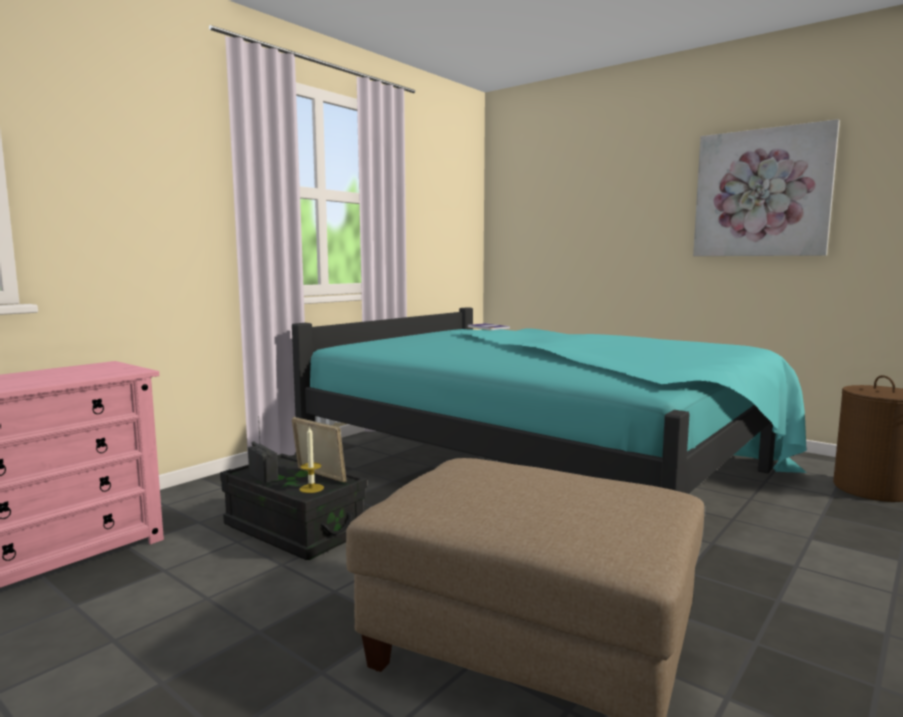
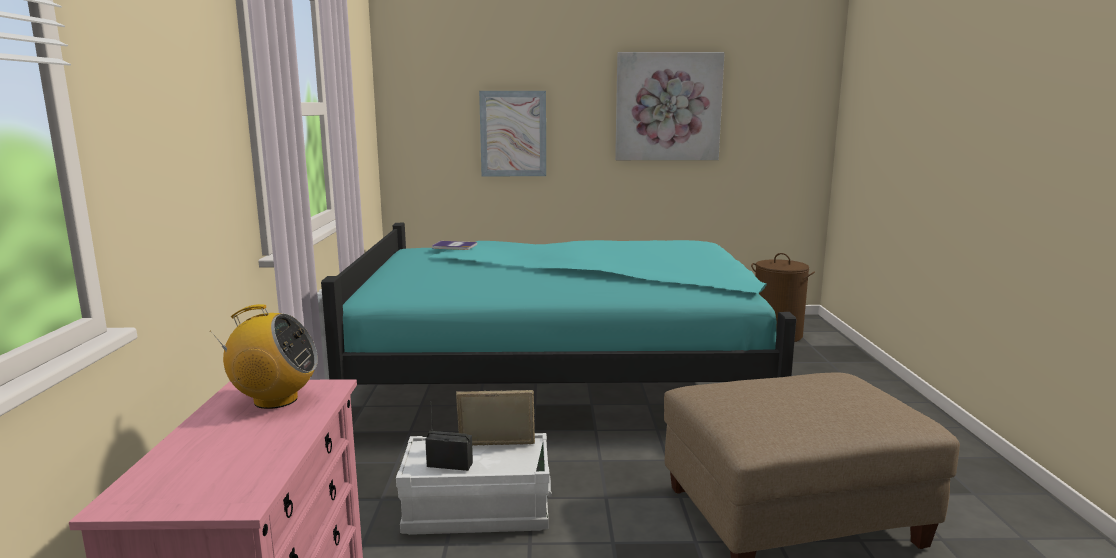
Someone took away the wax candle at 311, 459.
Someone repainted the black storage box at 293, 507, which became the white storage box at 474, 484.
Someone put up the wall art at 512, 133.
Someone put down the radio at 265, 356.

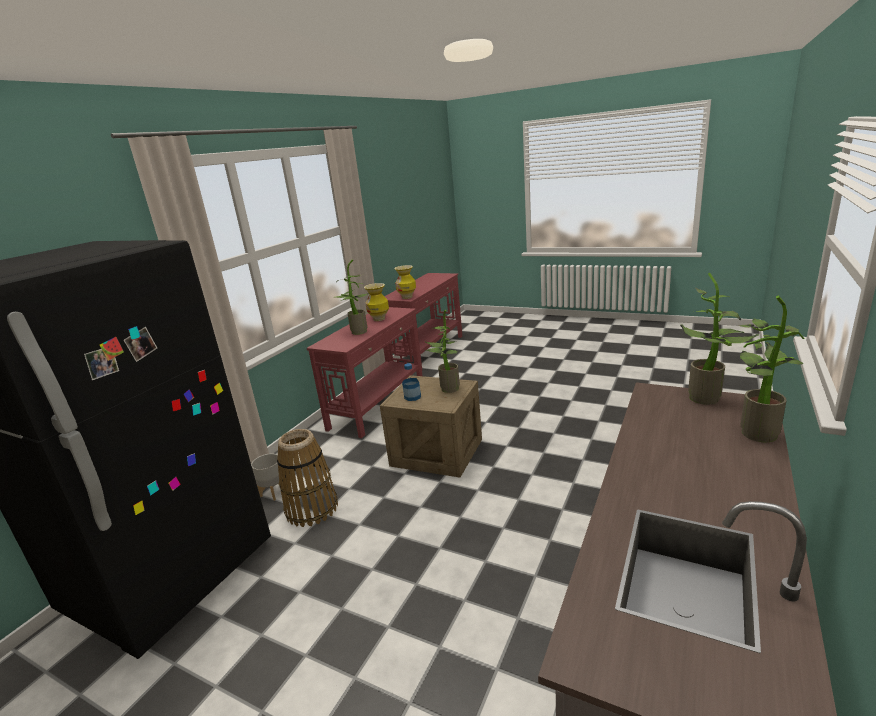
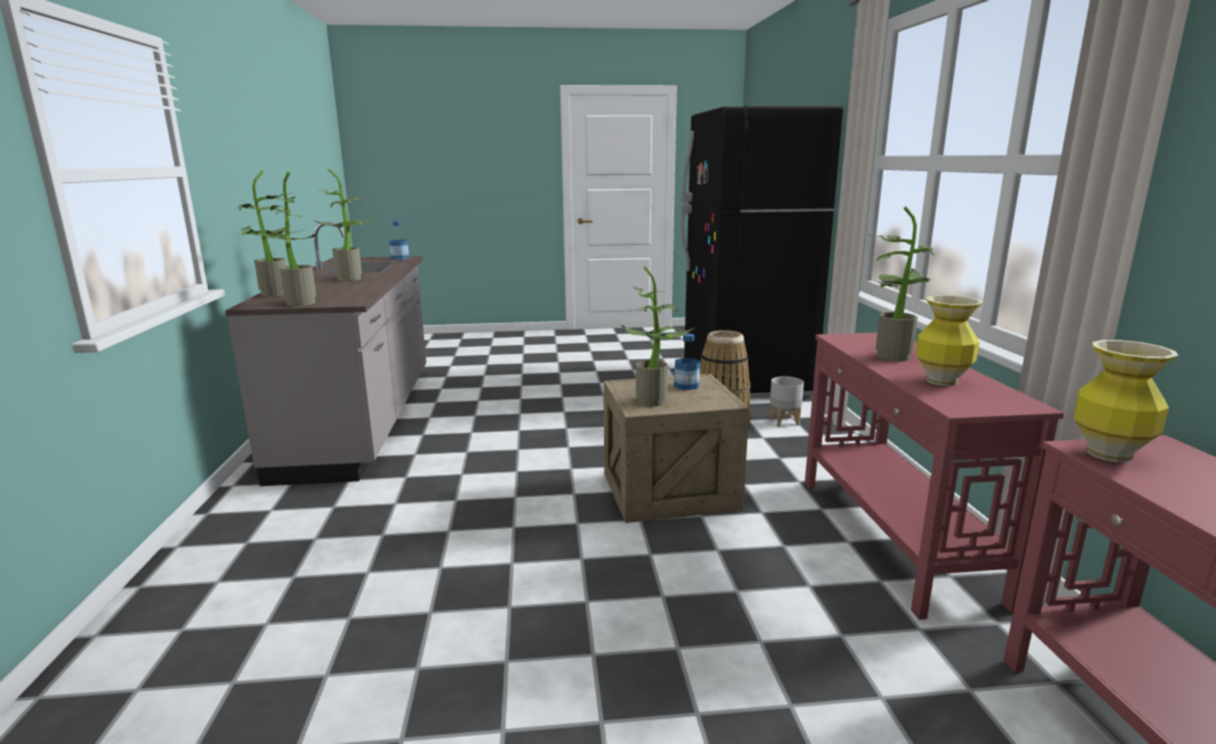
Someone put down the plant in a pot at 344, 225.
Someone put down the drink bottle at 399, 240.

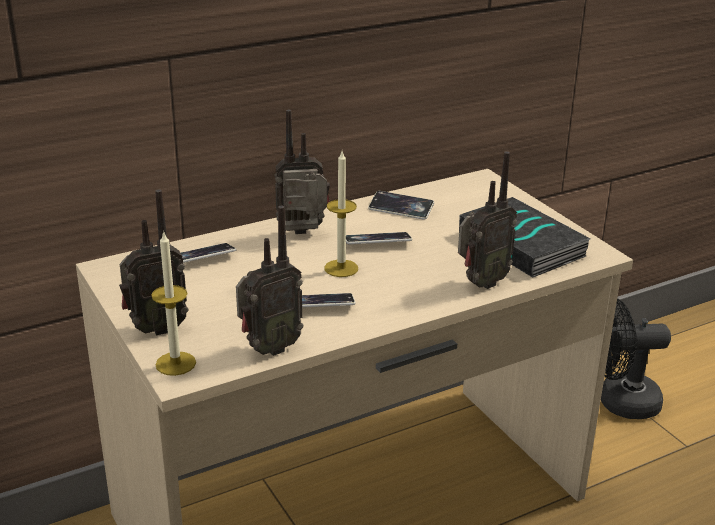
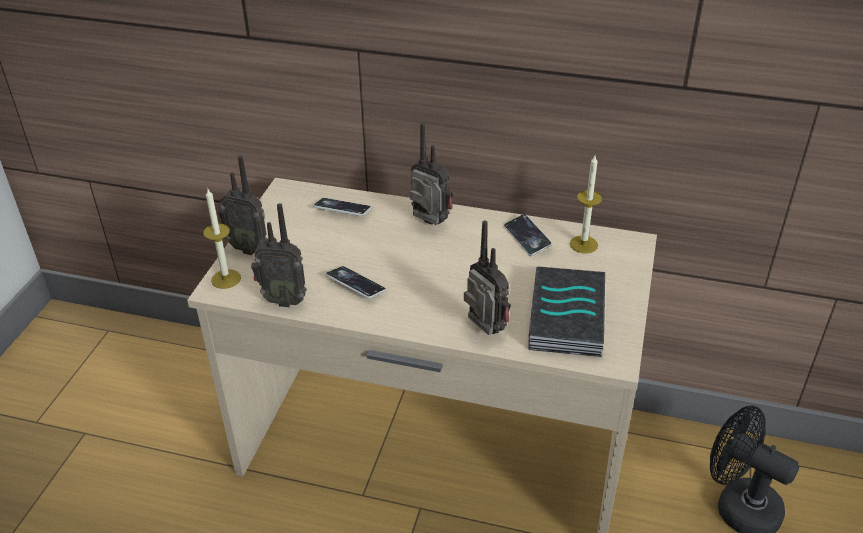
Someone carried the wax candle from 341, 214 to 586, 204.
Someone rotated the radio at 487, 220 by 135 degrees counterclockwise.
Someone took away the phone at 379, 238.

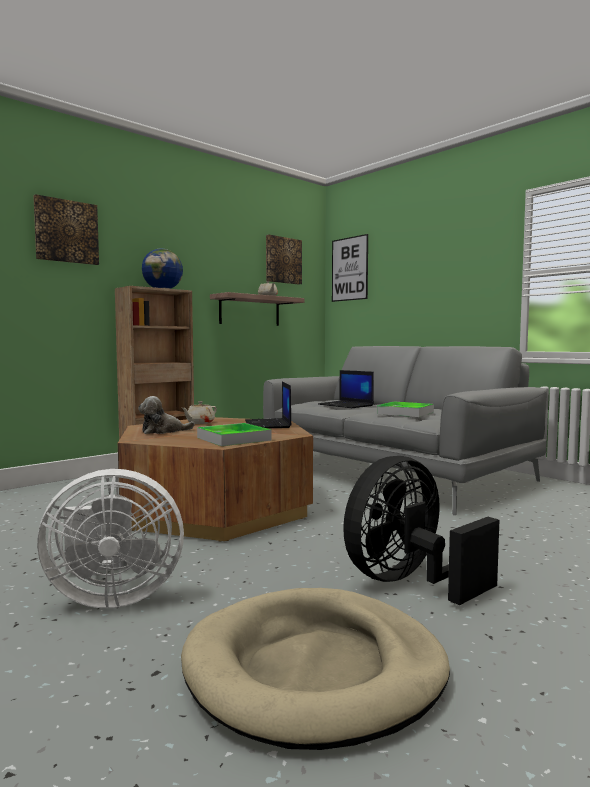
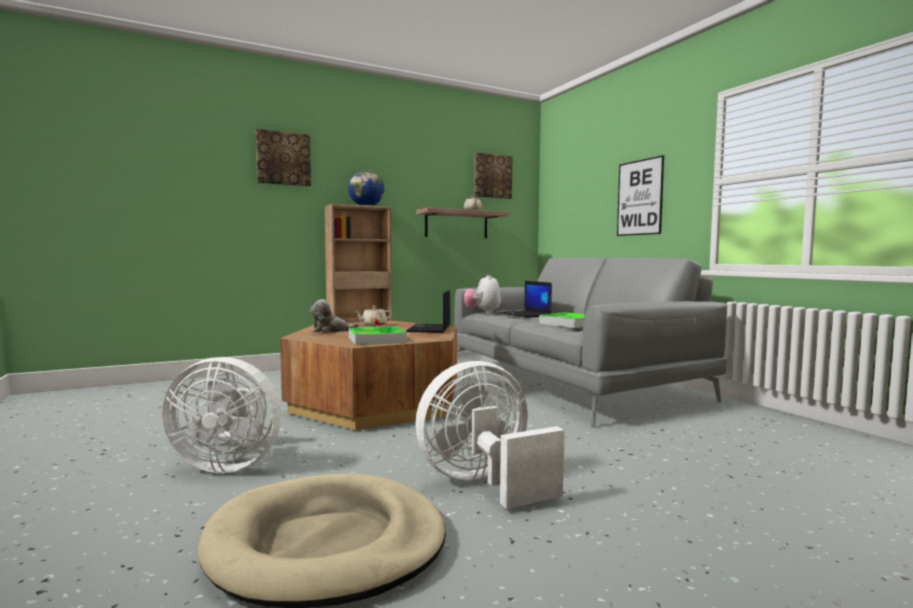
Someone carried the wall art from 350, 268 to 640, 195.
Someone repainted the black electric fan at 421, 530, which became the white electric fan at 490, 435.
Someone put down the plush toy at 482, 294.

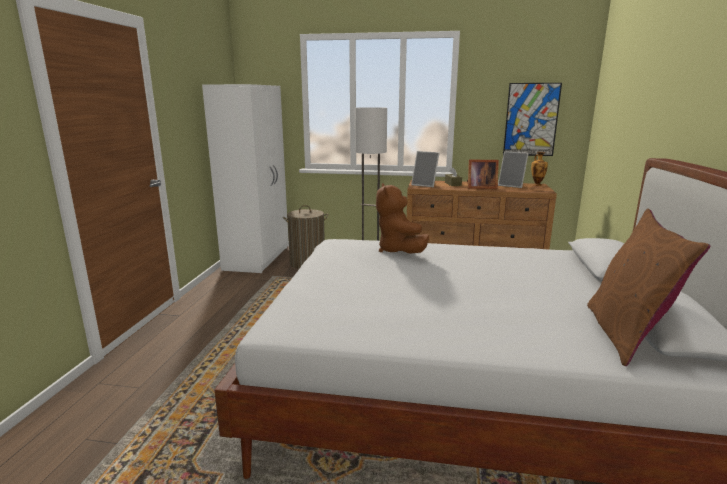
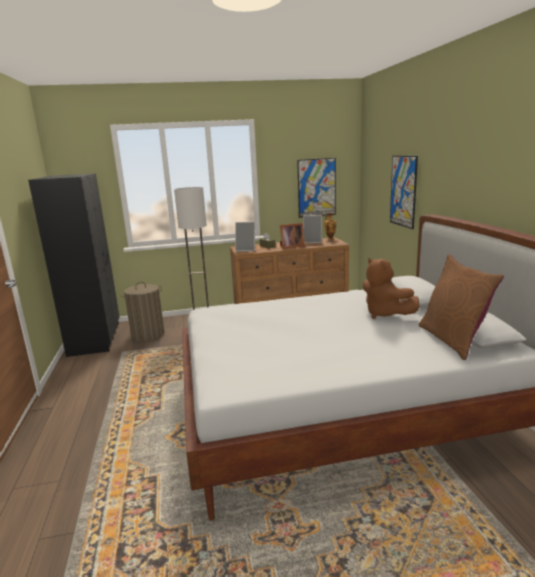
Someone repainted the white wardrobe at 245, 178, which became the black wardrobe at 74, 265.
Someone carried the brown-coloured plush toy from 402, 218 to 391, 288.
Someone put up the wall art at 404, 192.

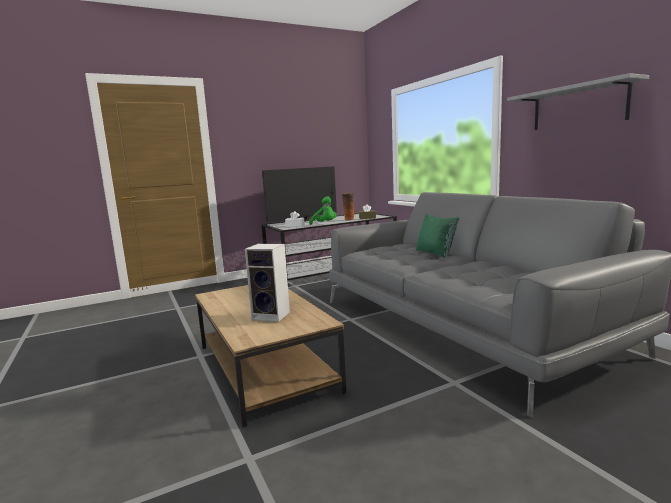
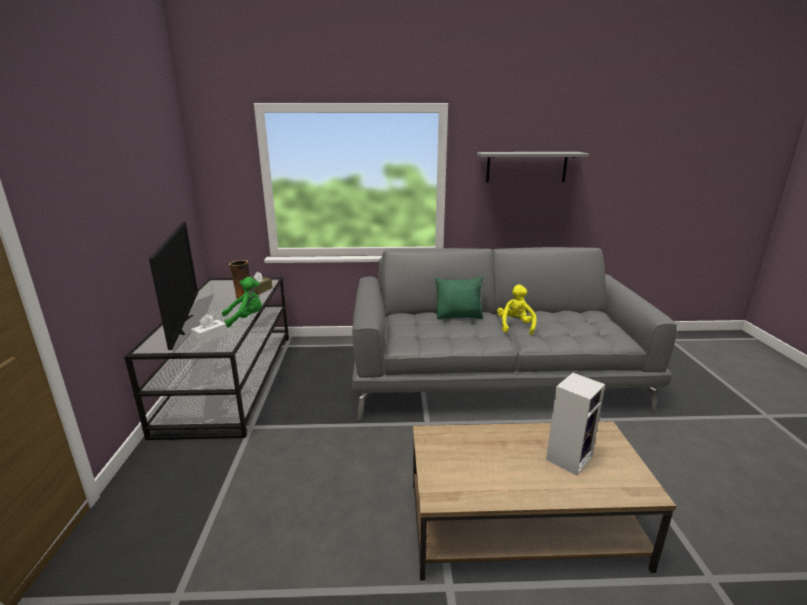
Someone put down the yellow plush toy at 517, 309.

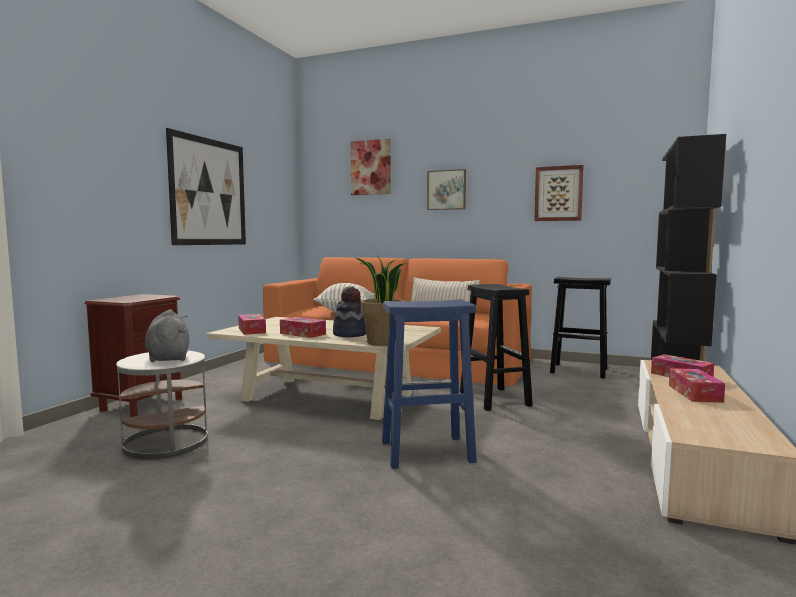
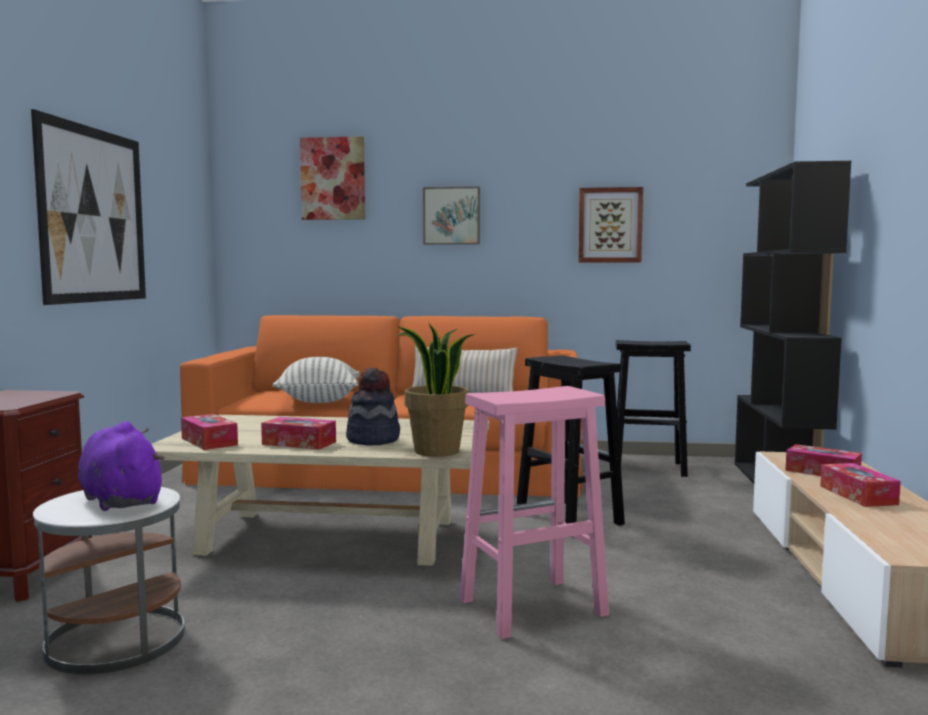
Someone repainted the bluish stool seat at 429, 384, which became the pink-coloured stool seat at 534, 512.
Someone repainted the grey plush toy at 167, 335, which became the purplish plush toy at 121, 466.

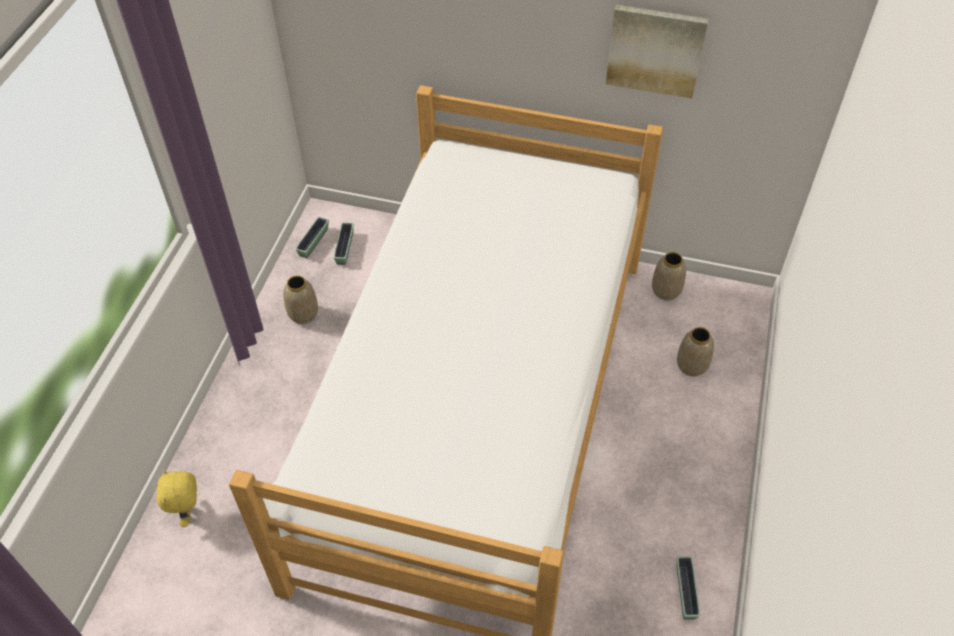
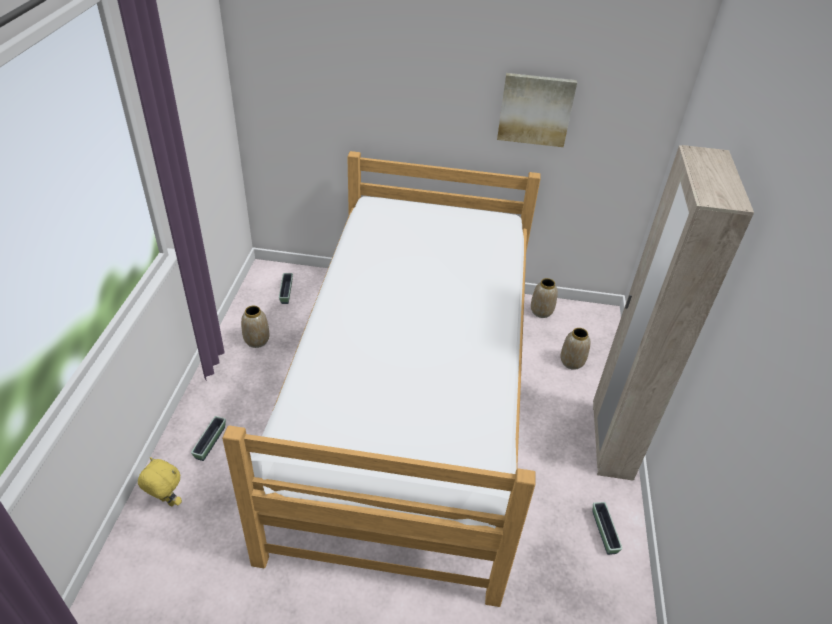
Someone carried the planter from 312, 237 to 208, 438.
Someone rotated the yellow plush toy at 177, 498 by 135 degrees clockwise.
Someone put down the sand-coloured wardrobe at 673, 313.

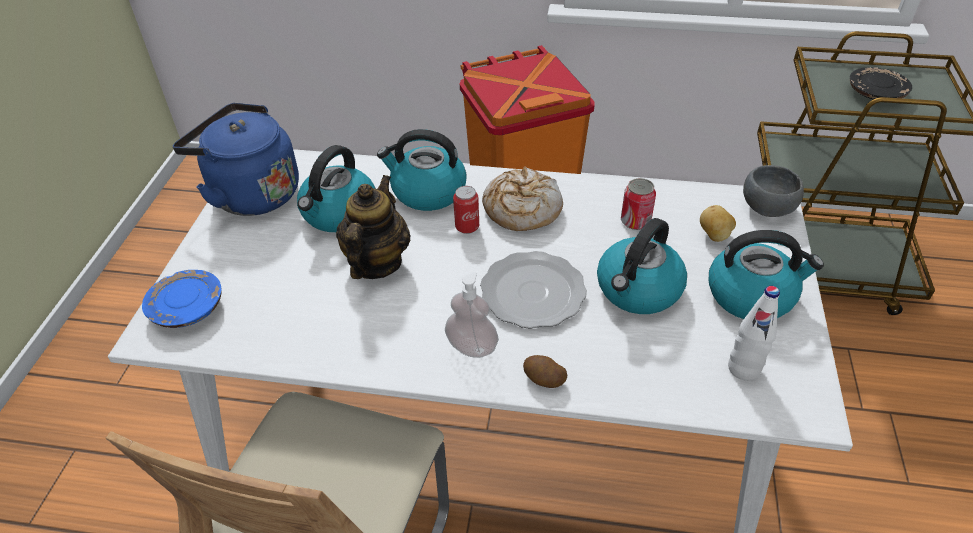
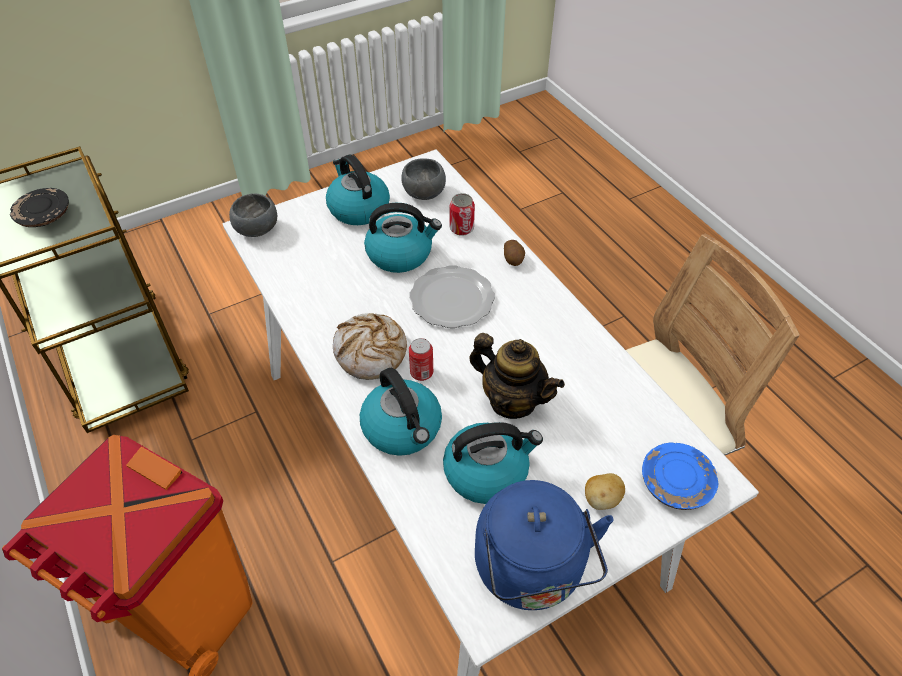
Someone rotated the pot for tea at 373, 227 by 120 degrees counterclockwise.
Someone carried the can from 638, 204 to 462, 214.
Someone carried the spud from 718, 223 to 605, 491.
Someone took away the soap dispenser at 472, 315.
Someone swapped the white drink bottle at 754, 333 for the grey serving bowl at 423, 179.

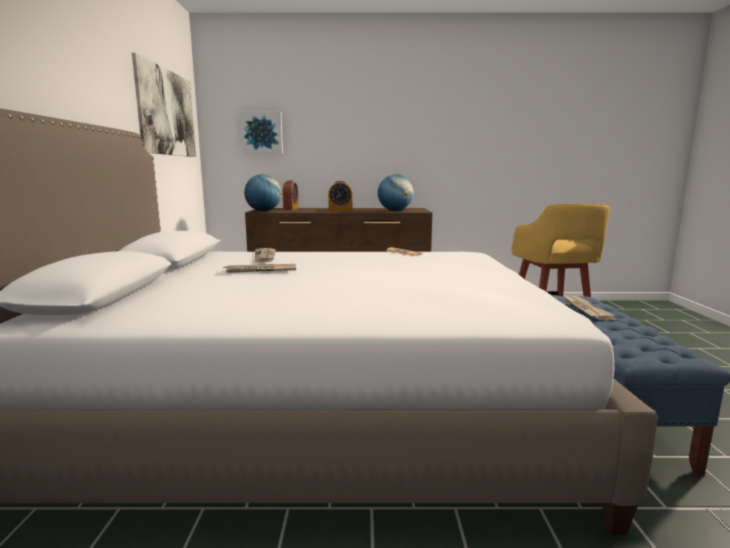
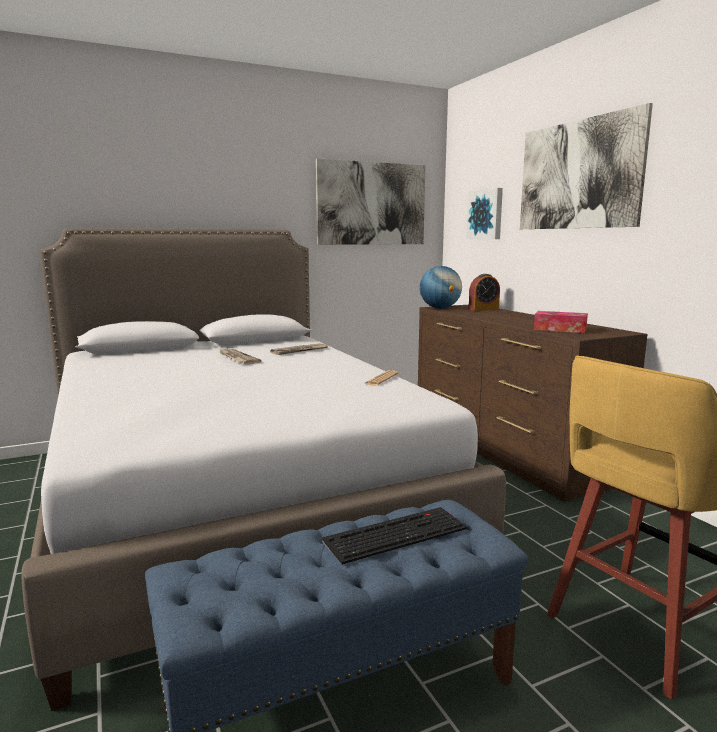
Someone swapped the desk globe at 395, 192 for the tissue box at 561, 322.
Someone took away the alarm clock at 340, 196.
Someone swapped the newspaper at 590, 308 for the keyboard at 394, 536.
Someone put up the wall art at 586, 166.

